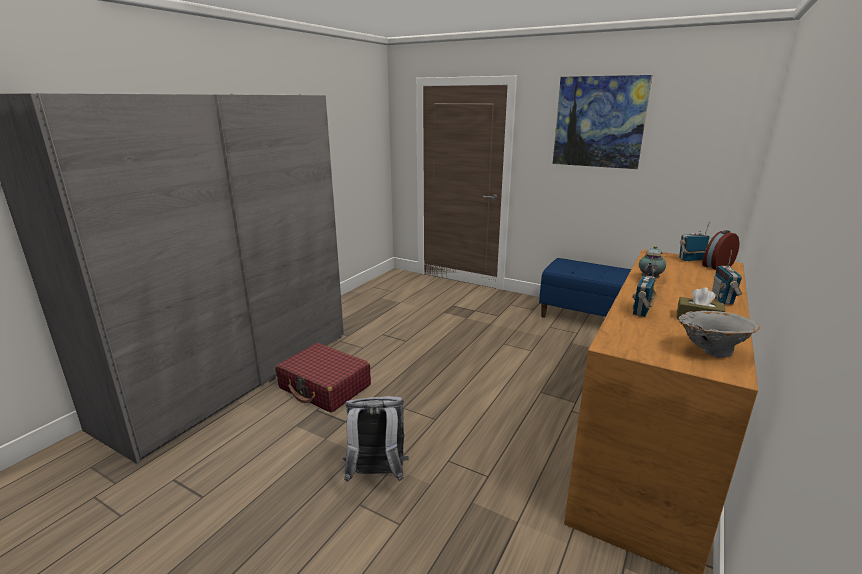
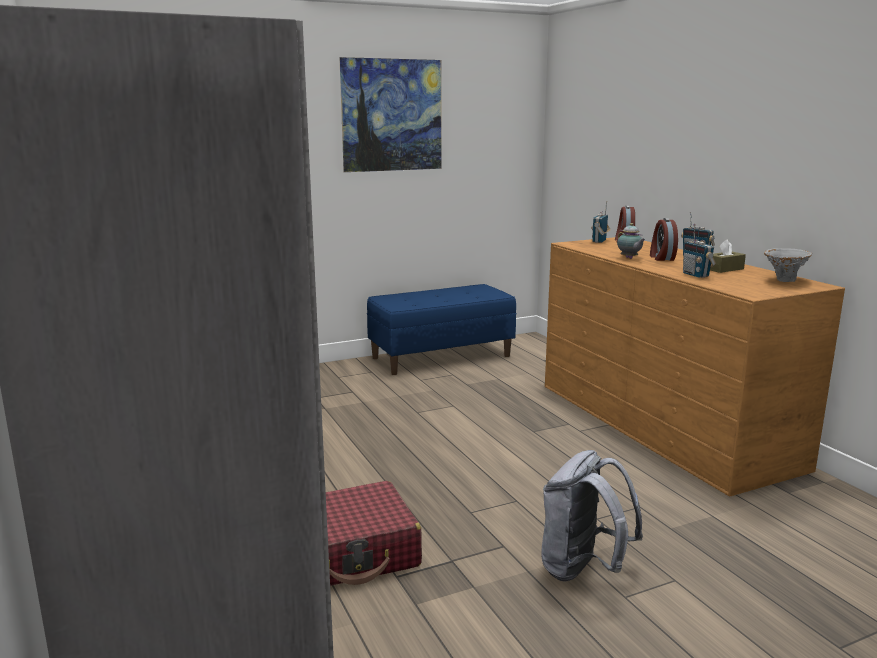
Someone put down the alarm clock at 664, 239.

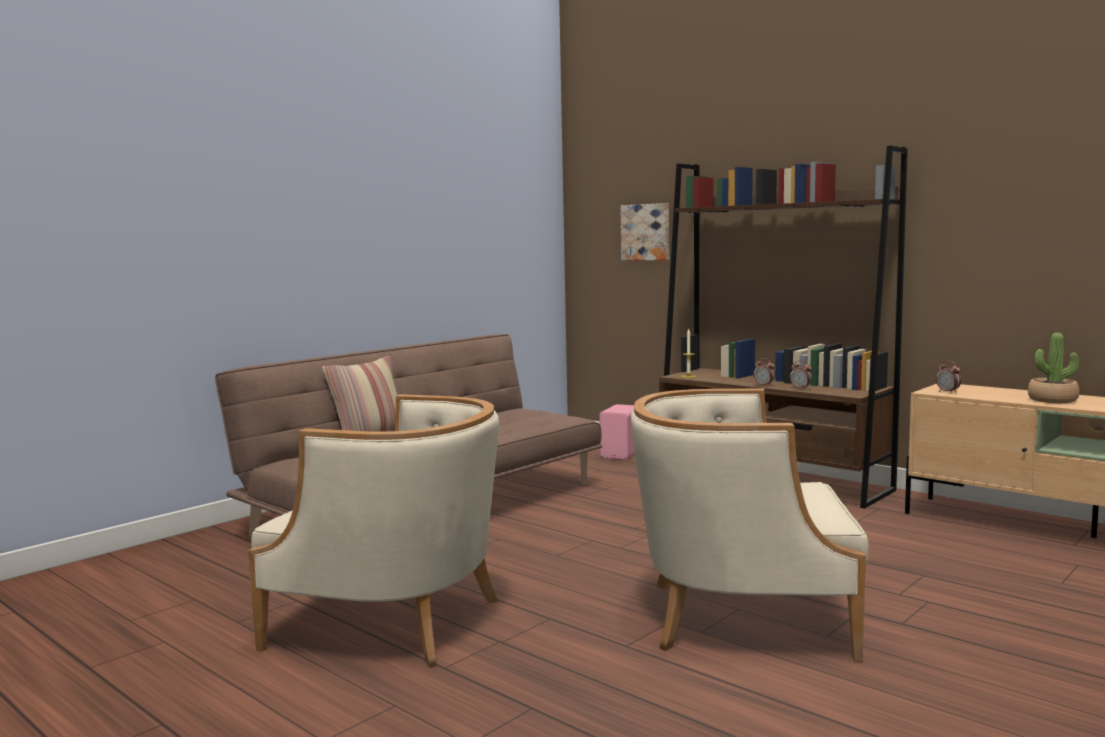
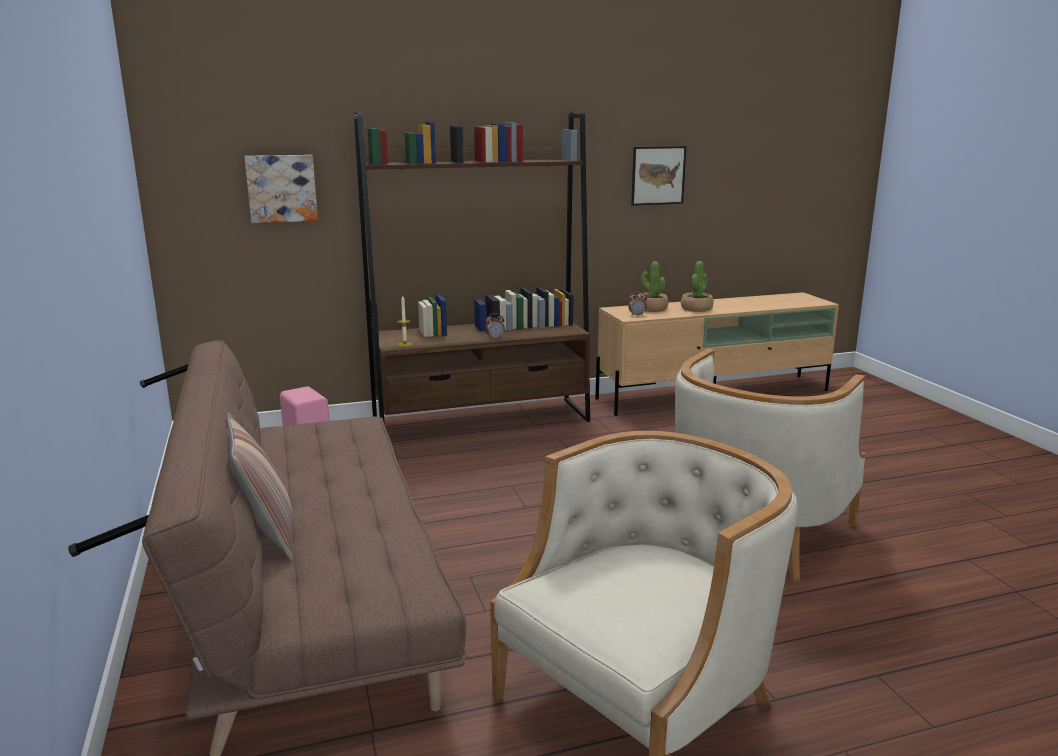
Someone took away the alarm clock at 801, 375.
Someone put up the wall art at 659, 176.
Someone put down the plant in a pot at 653, 286.

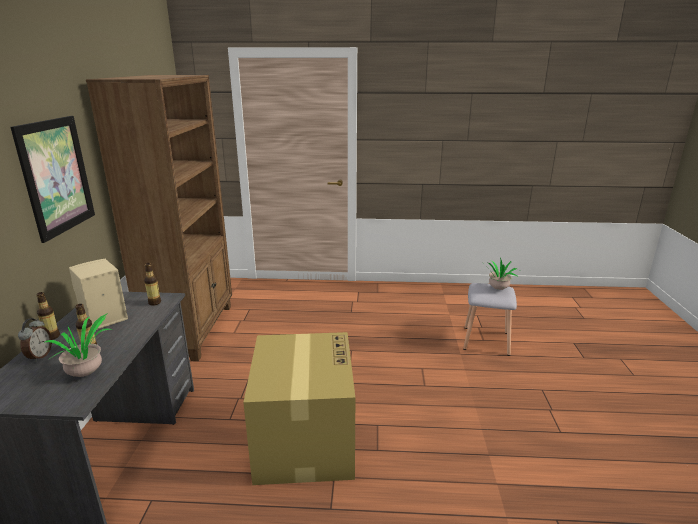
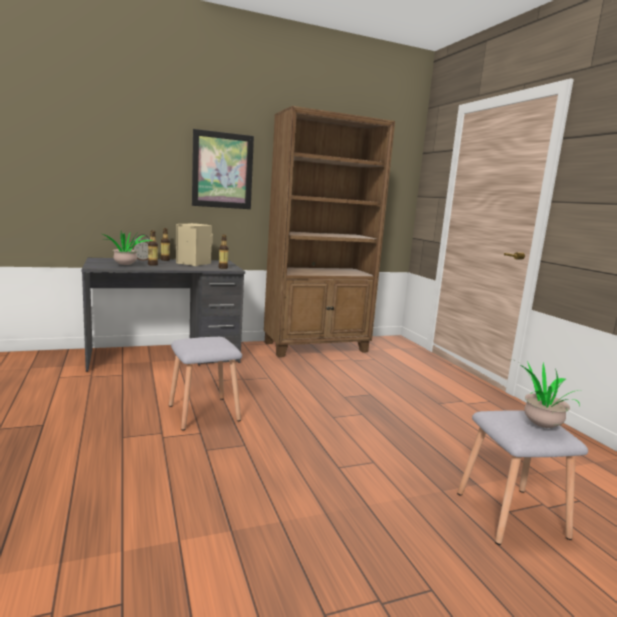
Someone swapped the packing box at 299, 408 for the grey stool seat at 205, 384.

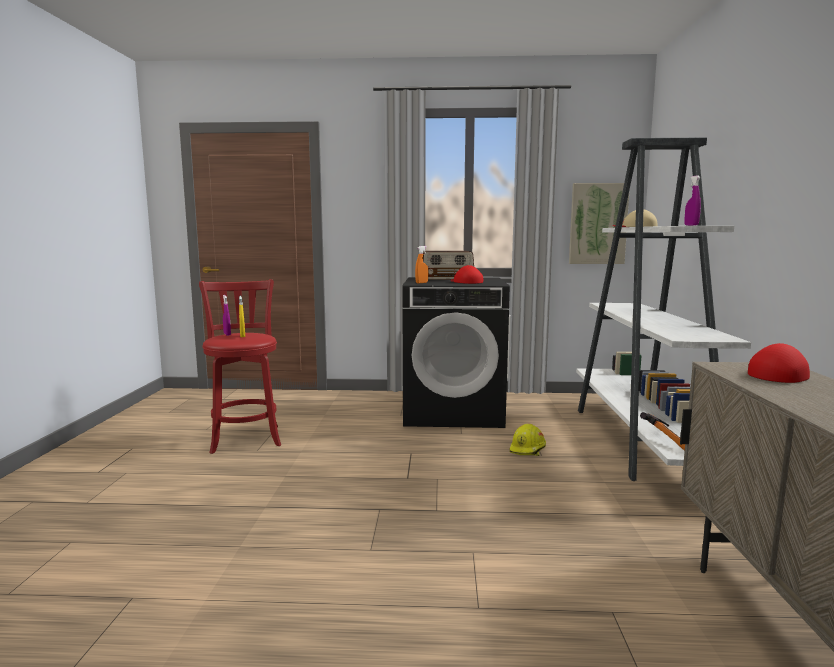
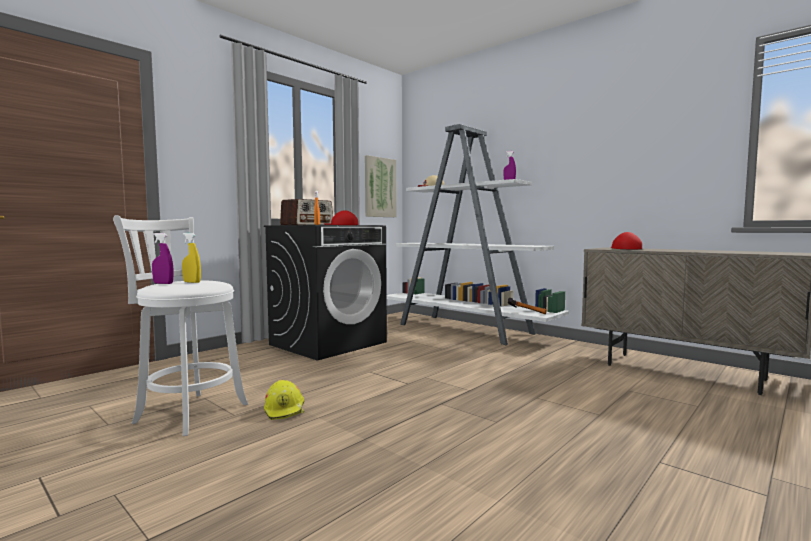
Someone repainted the red-coloured stool seat at 240, 366, which became the white stool seat at 180, 325.
Someone carried the yellow work helmet from 527, 439 to 284, 400.

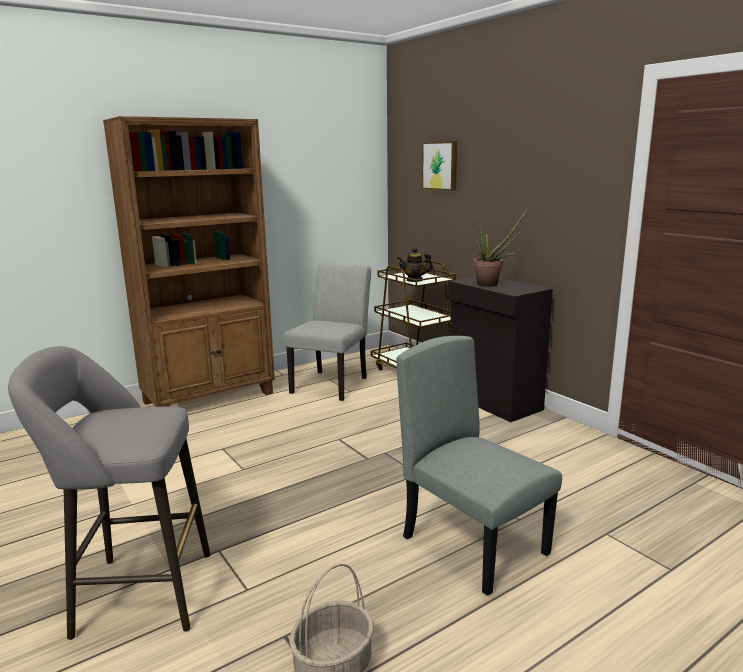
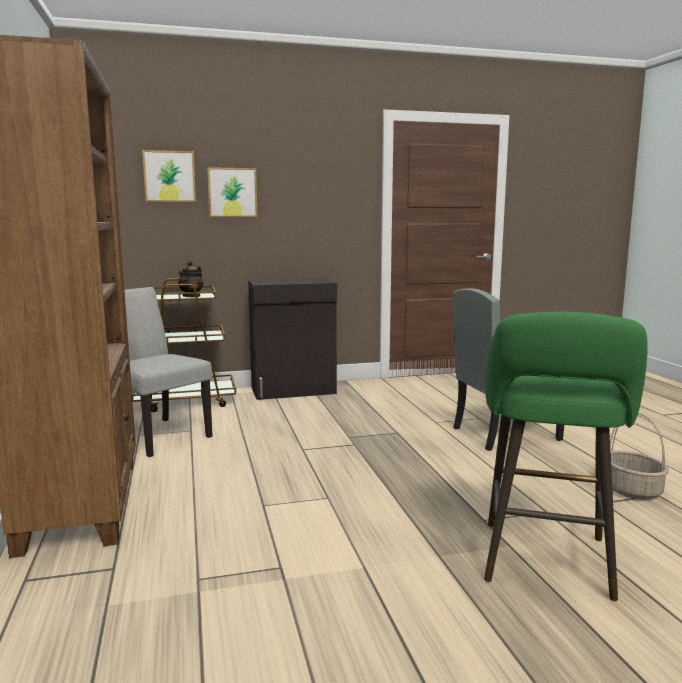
Someone took away the plant in a pot at 501, 248.
Someone repainted the grey stool seat at 109, 493, which became the green stool seat at 566, 456.
Someone put up the wall art at 232, 192.

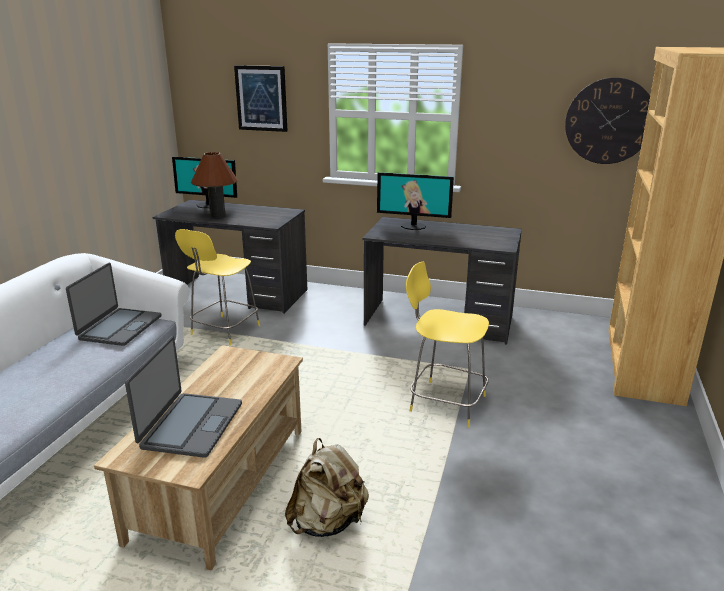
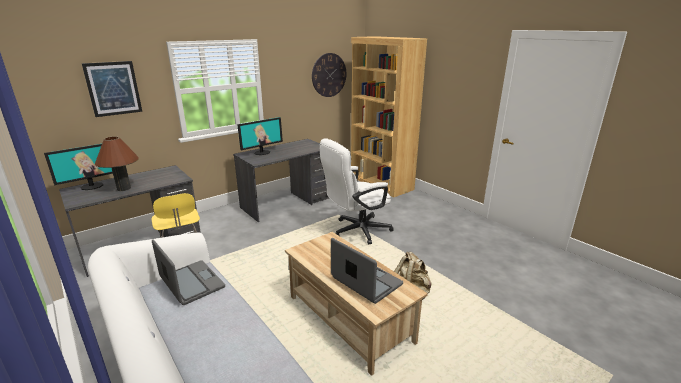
Someone swapped the yellow stool seat at 447, 344 for the white computer chair at 357, 191.

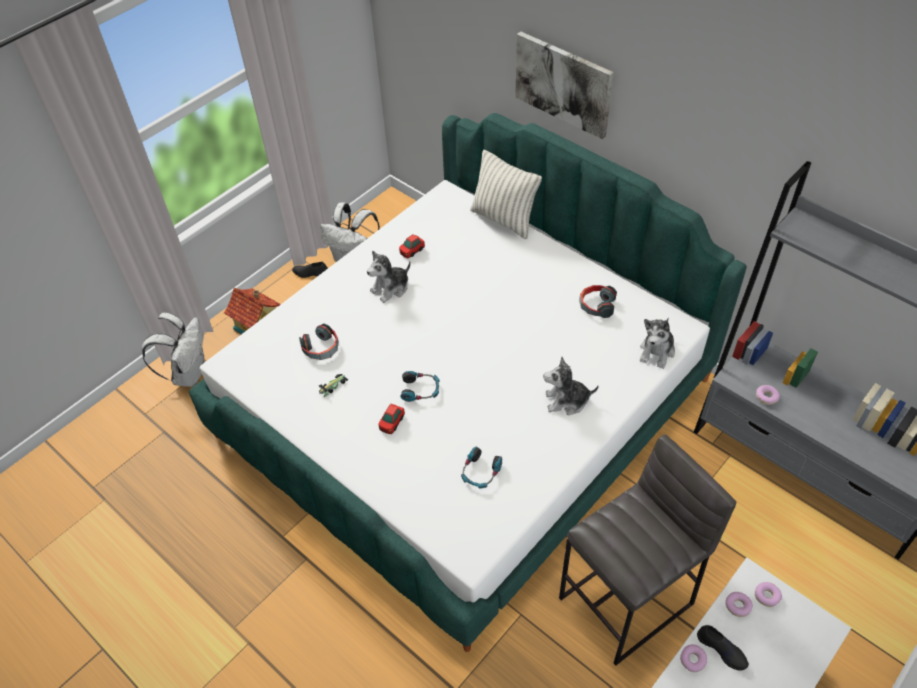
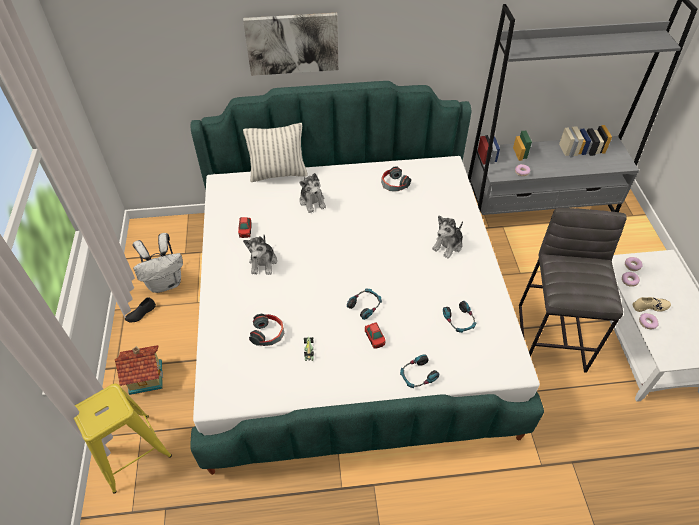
Someone swapped the white rucksack at 173, 349 for the yellow stool seat at 123, 438.
Someone carried the plush toy from 657, 343 to 312, 193.
Someone repainted the black low shoe at 723, 648, which became the sand-coloured low shoe at 651, 304.
Someone put down the headset at 420, 371.

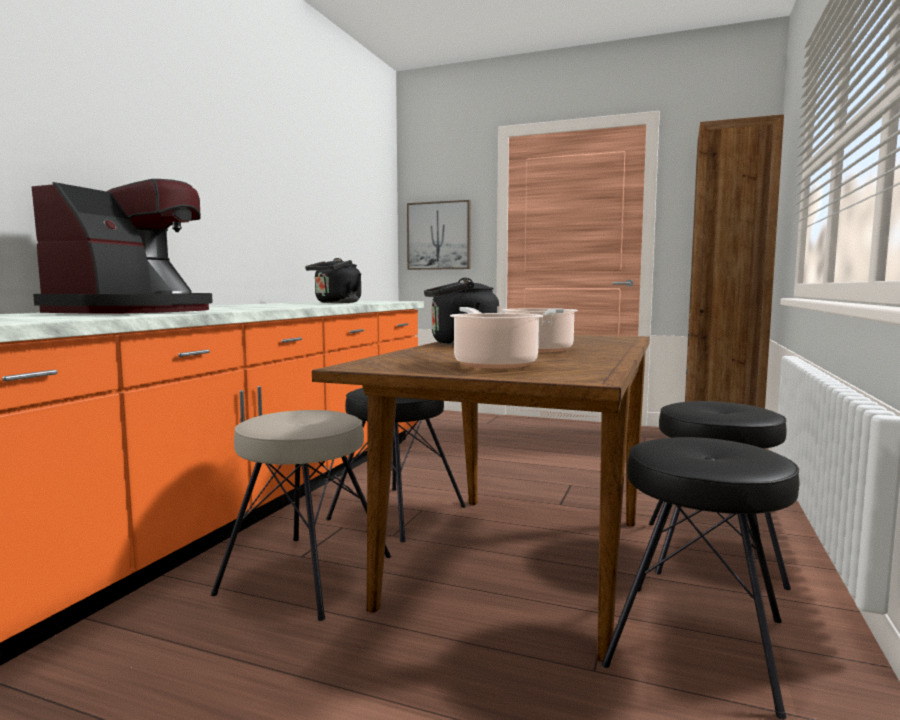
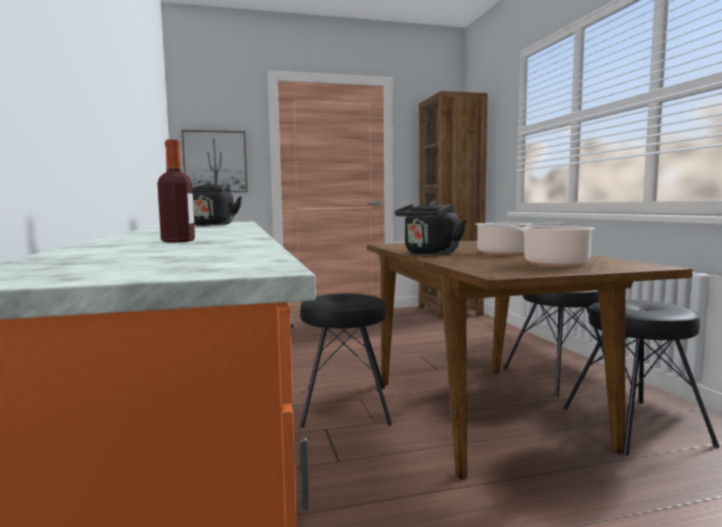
Someone swapped the coffee brewer at 122, 246 for the drink bottle at 176, 190.
Someone took away the sand-coloured stool seat at 301, 515.

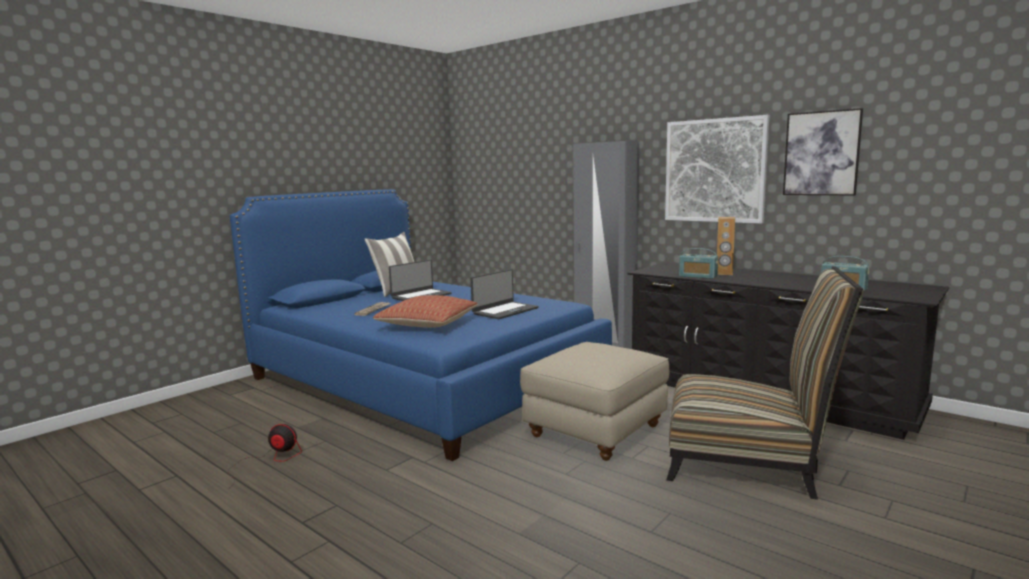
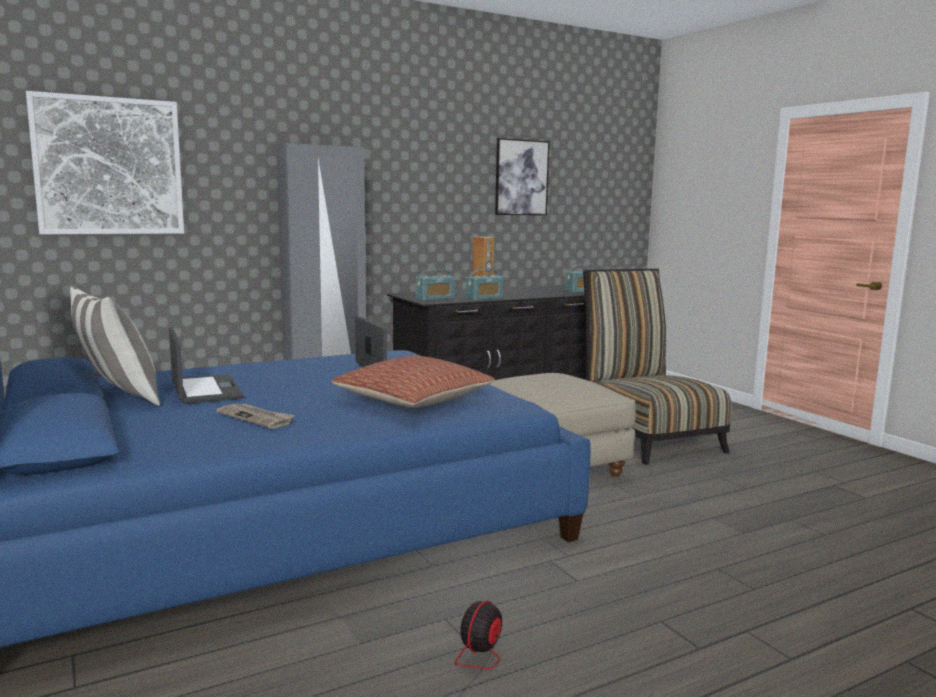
Someone carried the wall art from 717, 169 to 105, 162.
Someone rotated the plain chair at 765, 383 by 60 degrees counterclockwise.
Someone put down the radio at 435, 285.

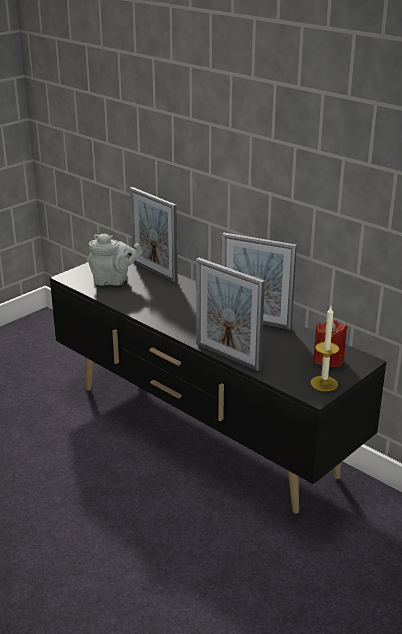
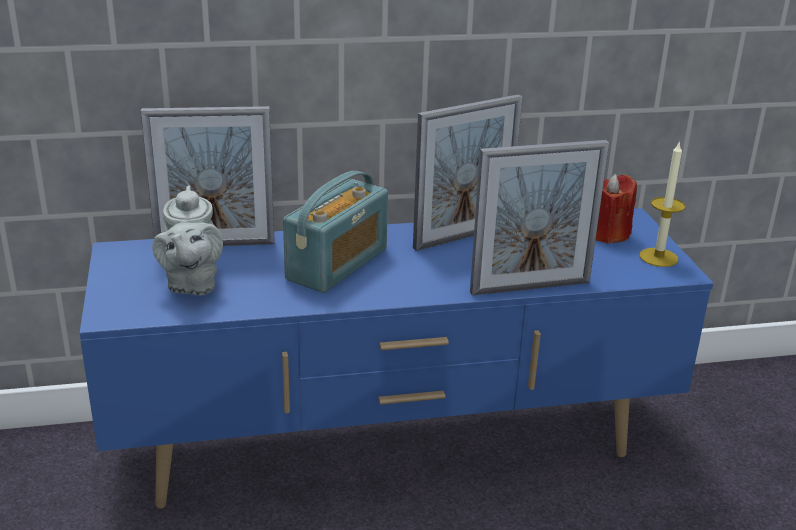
Someone rotated the grey pot for tea at 115, 260 by 135 degrees clockwise.
Someone repainted the black media console at 218, 388, which became the bluish media console at 396, 358.
Someone put down the radio at 335, 232.

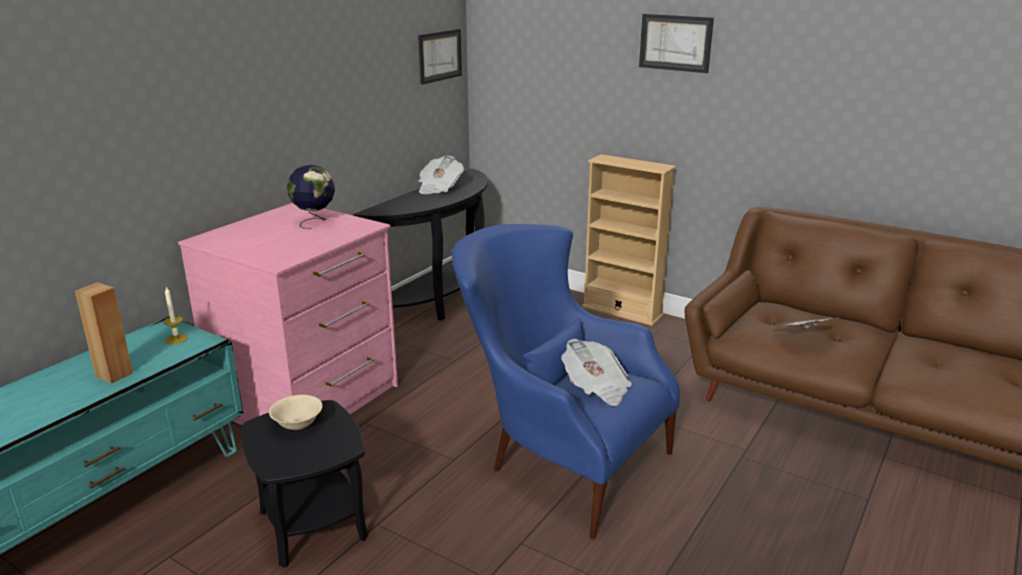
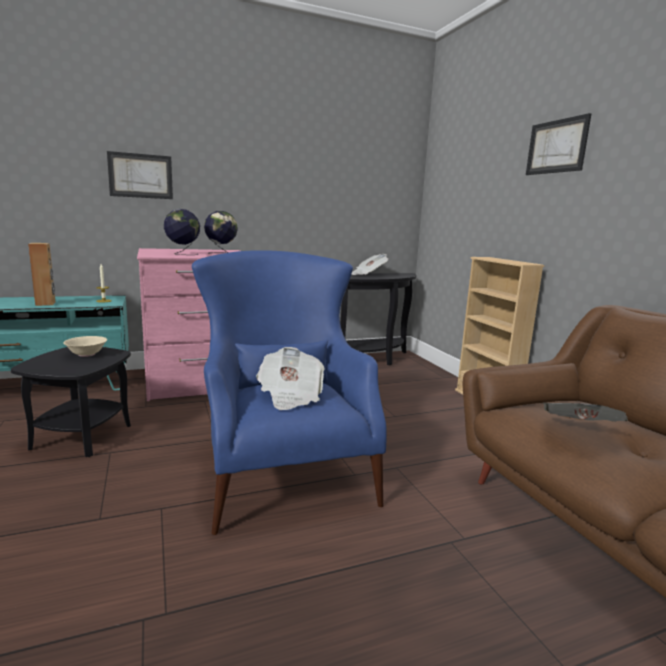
Someone carried the wall art from 440, 57 to 140, 175.
Someone put down the desk globe at 182, 232.

